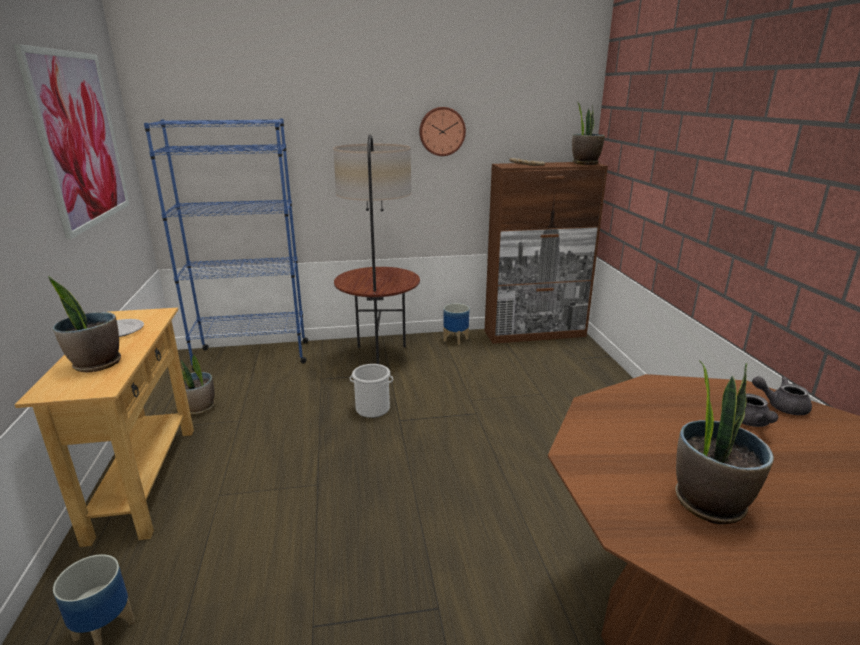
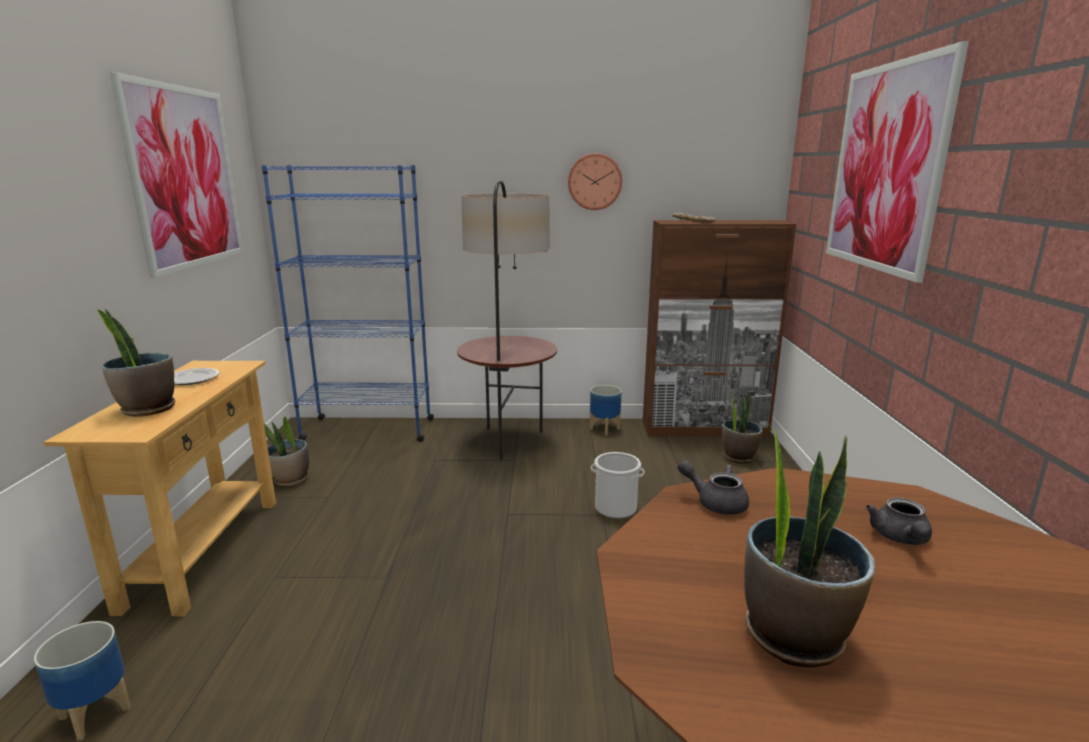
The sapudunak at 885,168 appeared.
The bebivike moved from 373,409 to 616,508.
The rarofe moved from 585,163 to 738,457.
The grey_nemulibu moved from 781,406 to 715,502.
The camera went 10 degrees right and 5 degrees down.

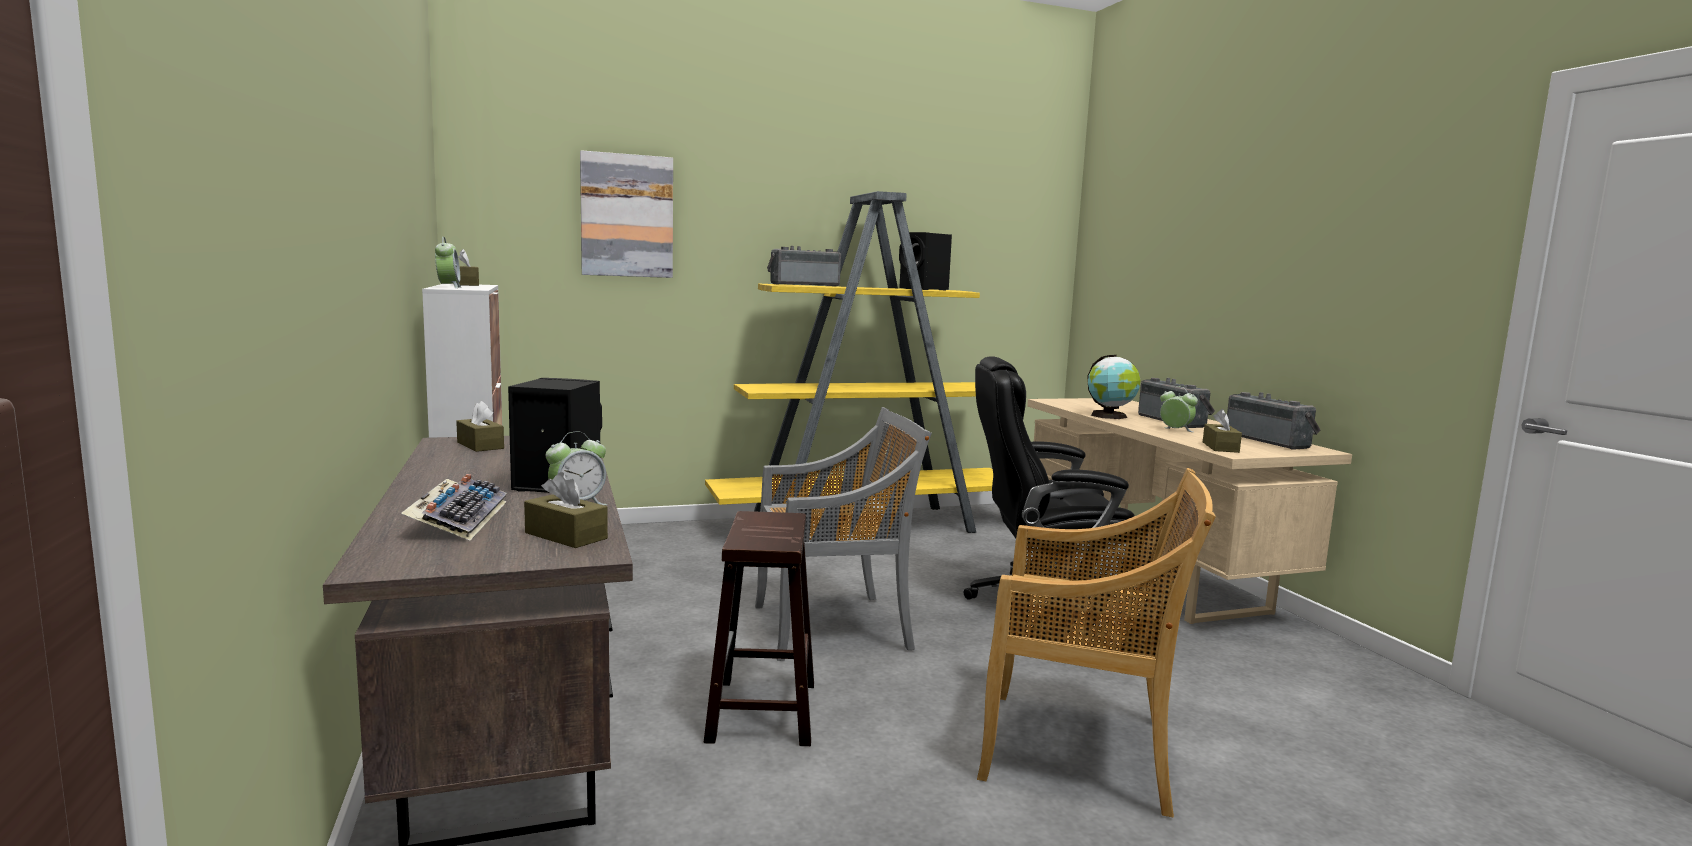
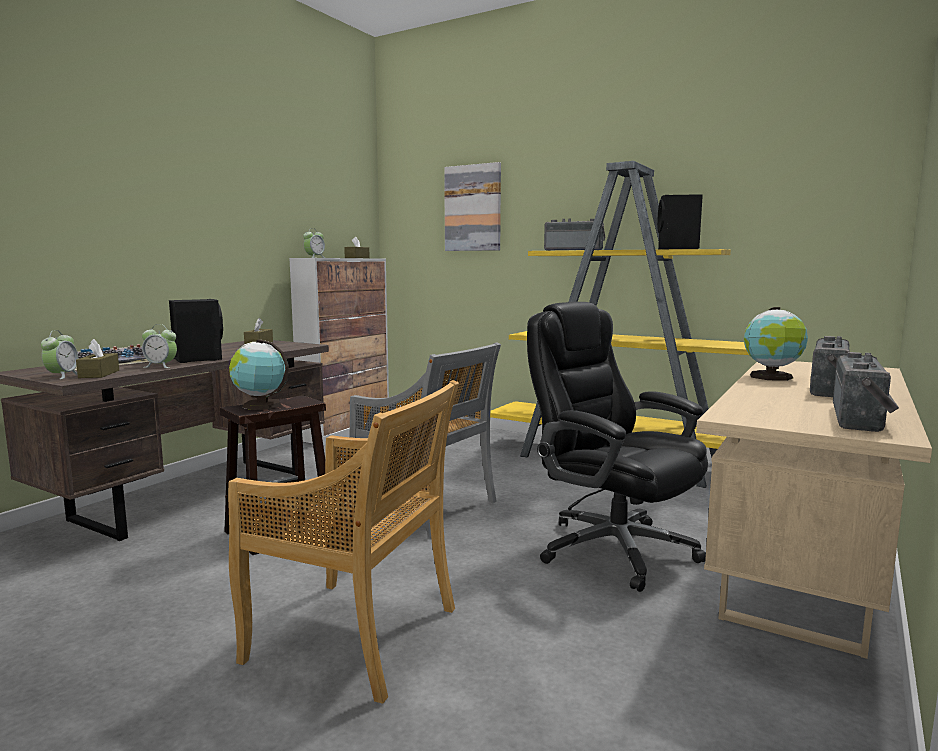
The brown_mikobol at 1220,447 disappeared.
The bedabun at 260,405 appeared.
The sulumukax moved from 1175,430 to 62,376.
The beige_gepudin at 1080,750 turned 45 degrees counterclockwise.
The camera went 50 degrees right and 0 degrees up.

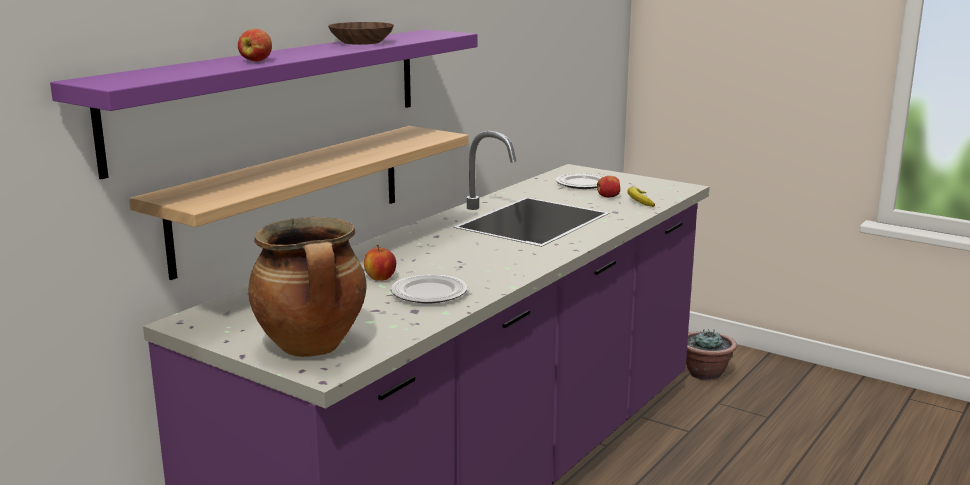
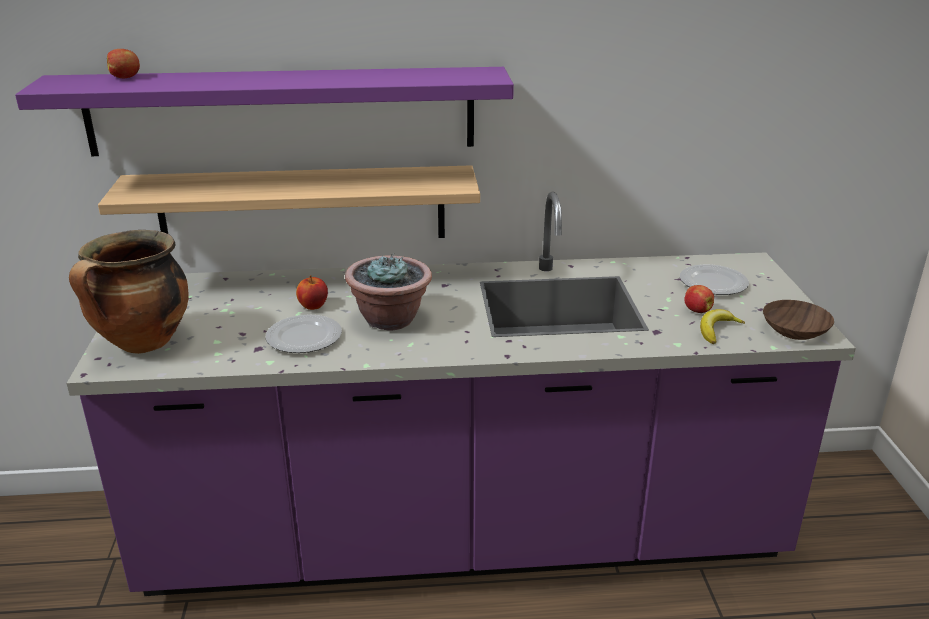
The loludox moved from 256,61 to 125,77.
The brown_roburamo moved from 362,43 to 794,331.
The rarofe moved from 704,373 to 390,319.
The camera went 50 degrees right and 10 degrees up.

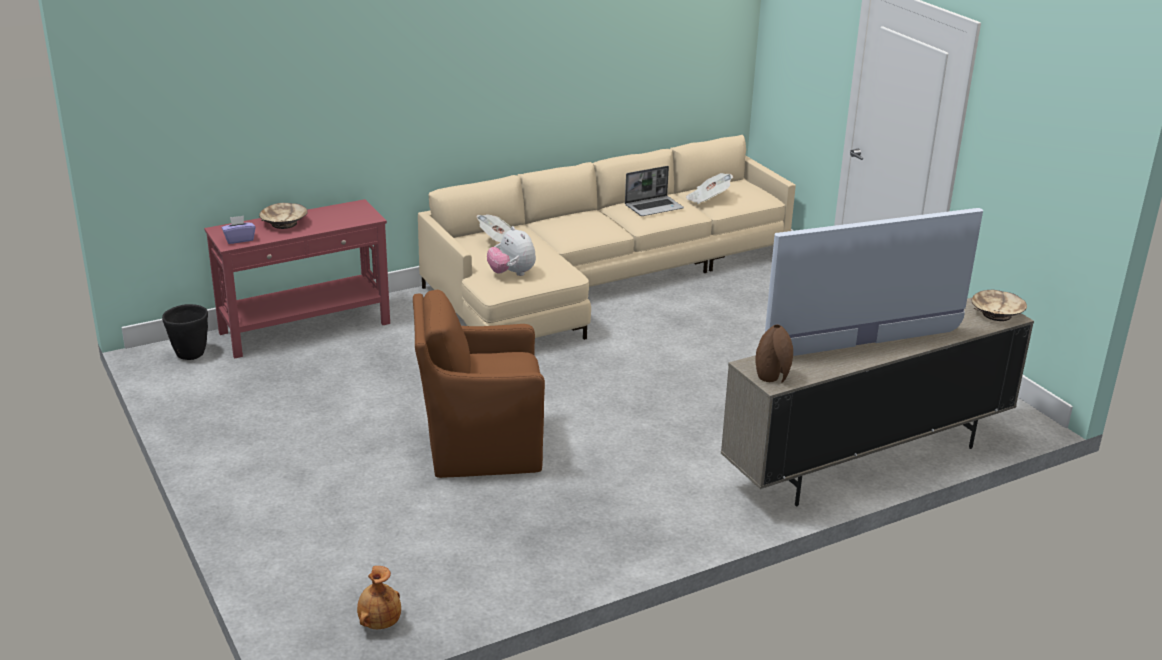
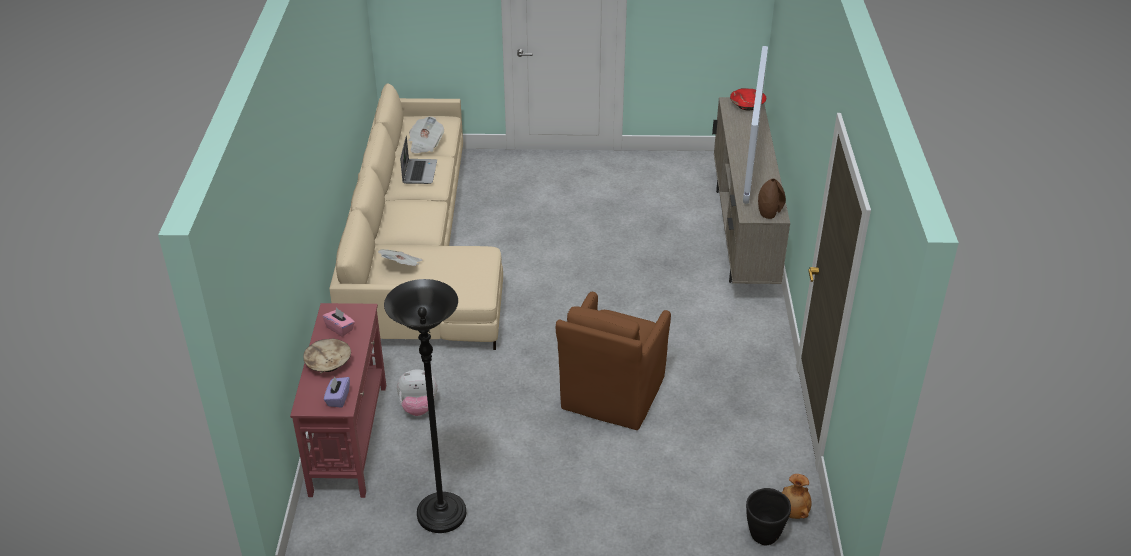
The pink_mikobol at 340,328 appeared.
The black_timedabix at 442,515 appeared.
The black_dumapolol moved from 190,354 to 763,536.
The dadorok moved from 512,273 to 418,407.
The beige_roburamo at 996,314 became the red_roburamo at 747,105.
The camera went 60 degrees left and 10 degrees up.

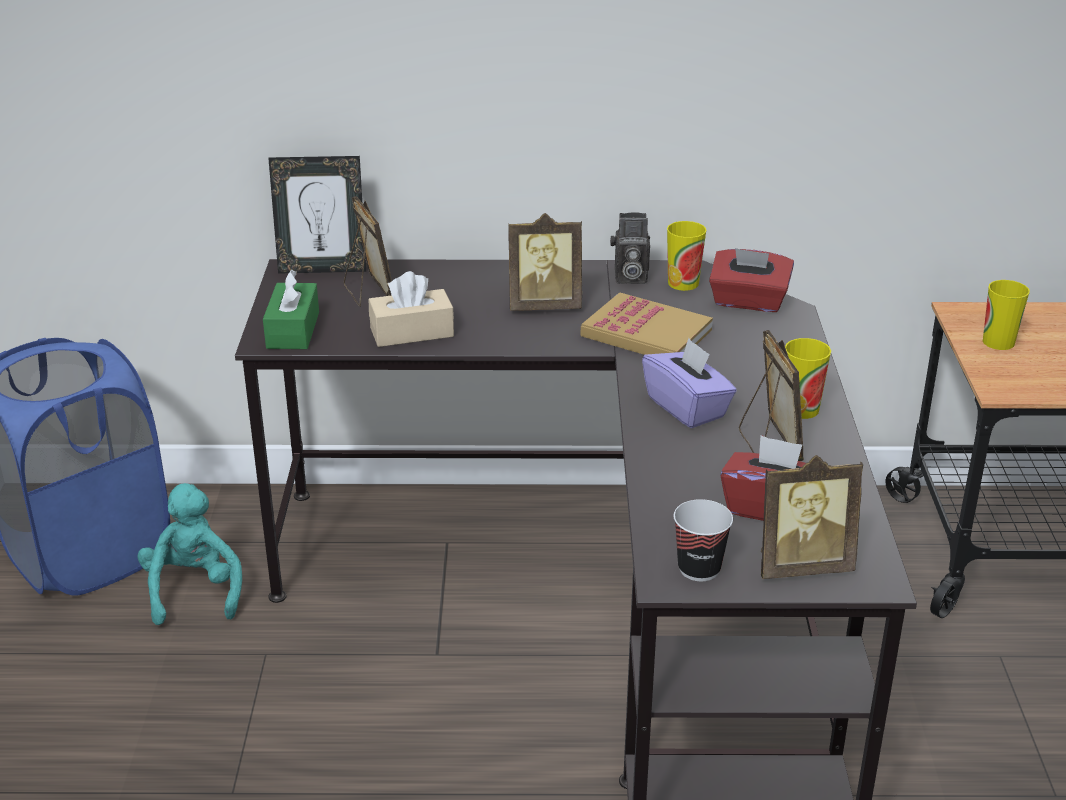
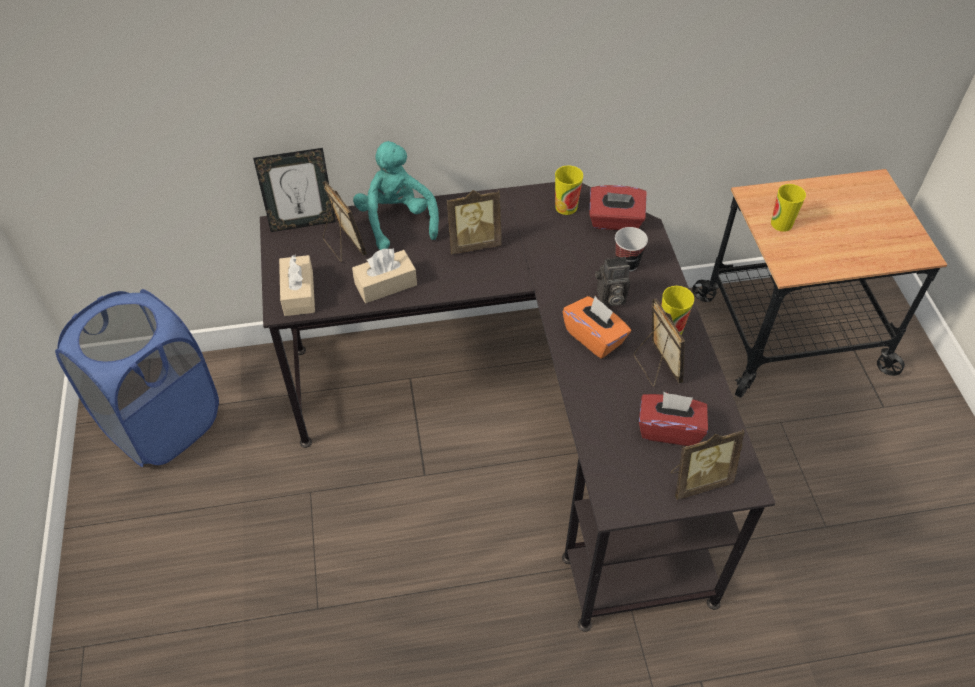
The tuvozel at 646,333 disappeared.
The turquoise_dadorok moved from 194,591 to 397,221.
The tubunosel moved from 628,278 to 609,298.
The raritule moved from 699,569 to 627,263.
The green_mikobol at 293,330 became the beige_mikobol at 299,293.
The purple_mikobol at 687,407 became the orange_mikobol at 594,337.
The camera went 10 degrees left and 20 degrees up.

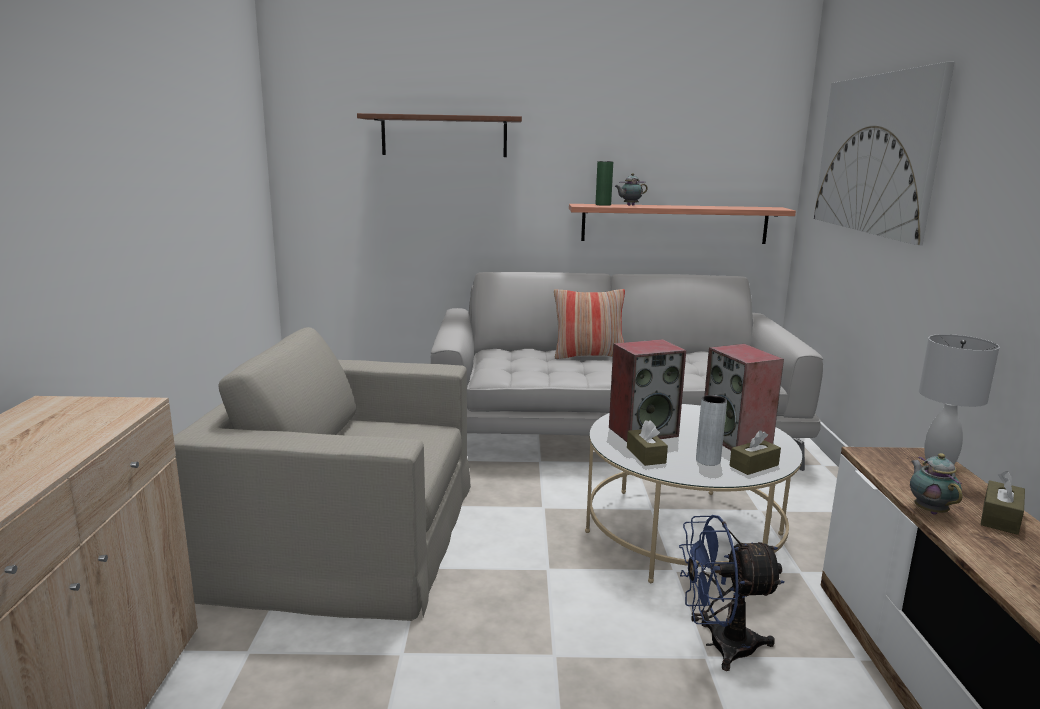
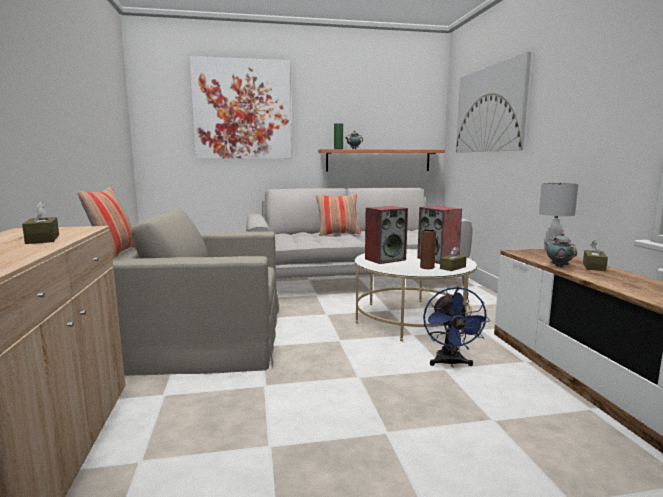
The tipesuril at 114,253 appeared.
The brown_mikobol moved from 646,455 to 43,239.
The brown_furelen at 444,136 was replaced by the sapudunak at 242,110.
The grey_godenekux at 708,461 became the brown_godenekux at 427,267.
The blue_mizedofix at 719,645 turned 75 degrees counterclockwise.
The camera went 10 degrees left and 5 degrees down.

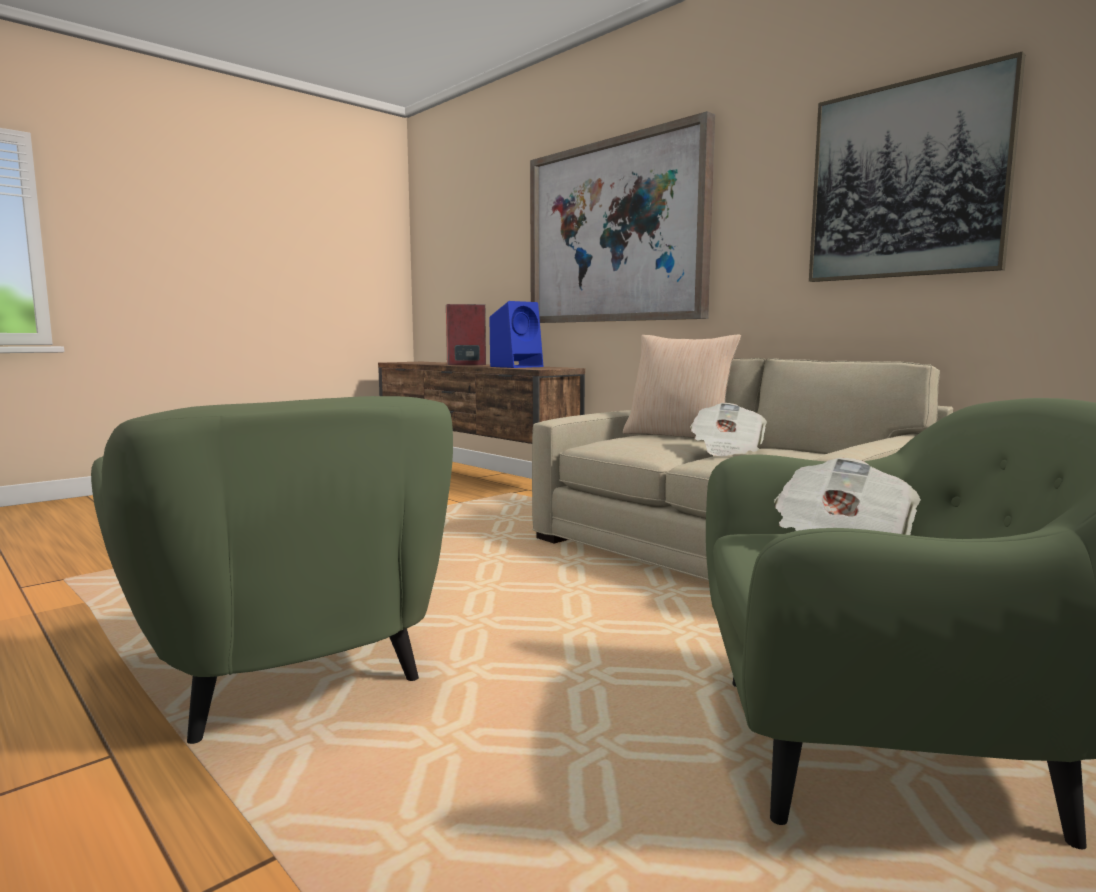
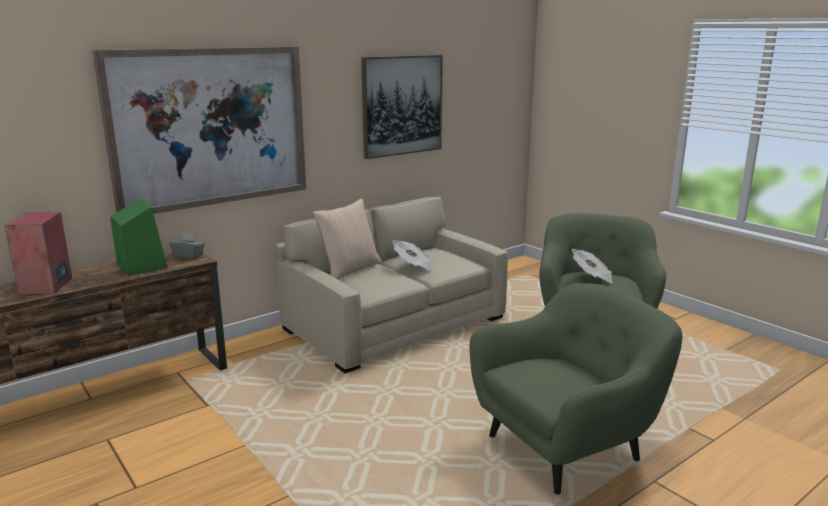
The grey_mikobol at 188,256 appeared.
The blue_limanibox at 517,366 became the green_limanibox at 141,266.
The camera went 85 degrees left and 10 degrees up.

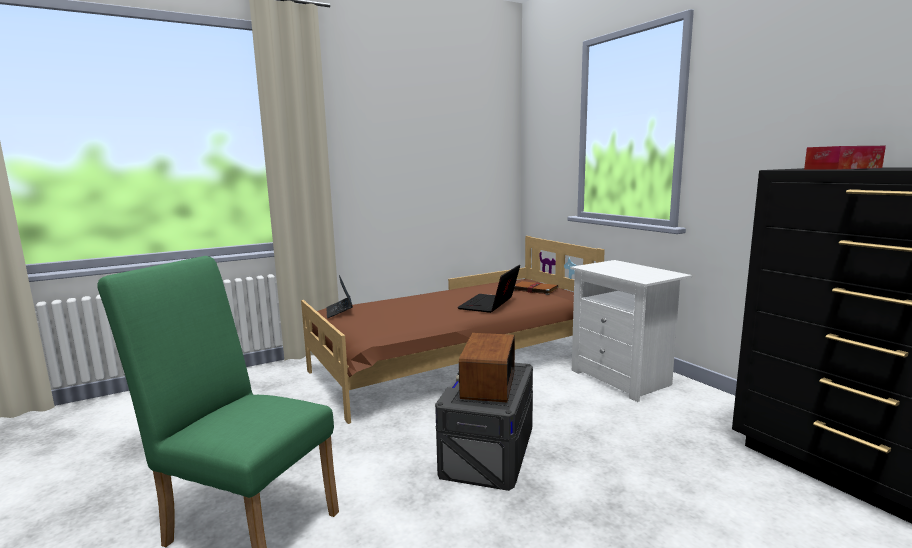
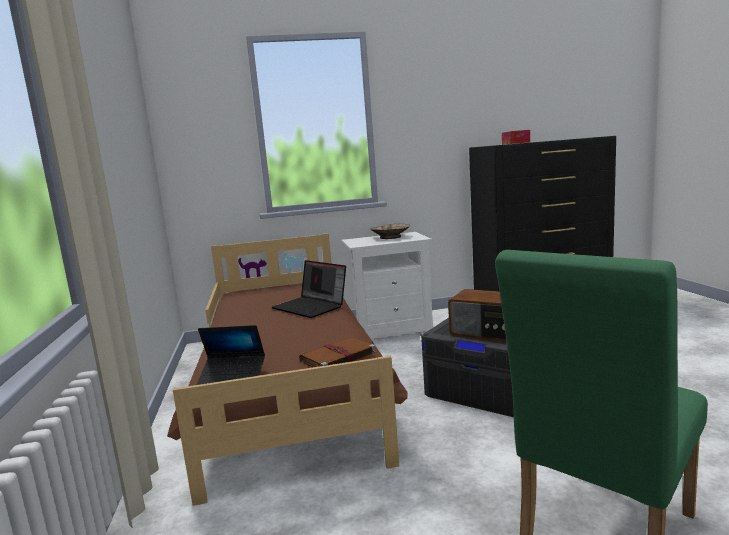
The beige_roburamo at 390,237 appeared.
The brown_tuvozel moved from 534,289 to 337,357.
The camera went 70 degrees left and 0 degrees up.

